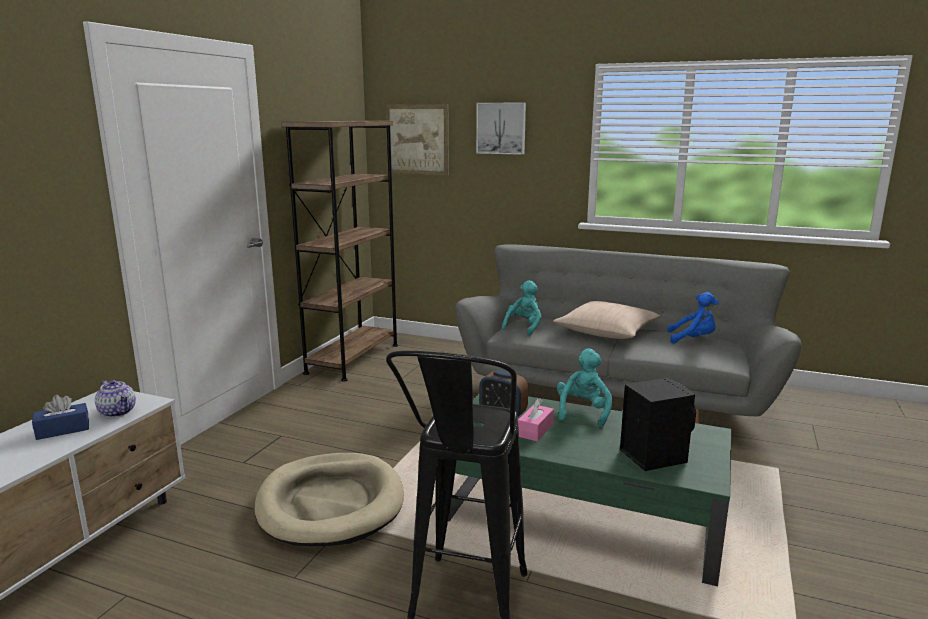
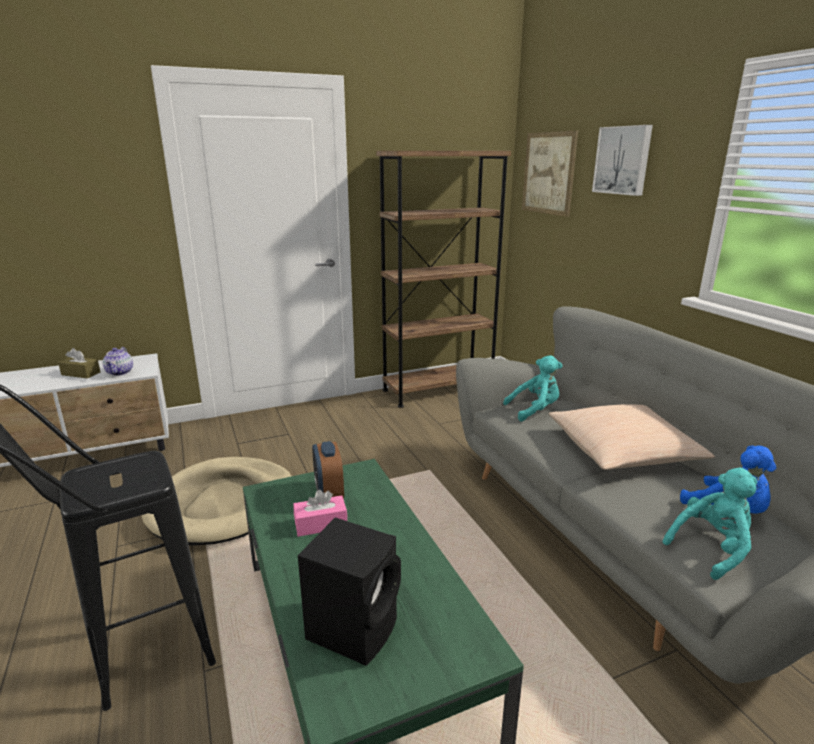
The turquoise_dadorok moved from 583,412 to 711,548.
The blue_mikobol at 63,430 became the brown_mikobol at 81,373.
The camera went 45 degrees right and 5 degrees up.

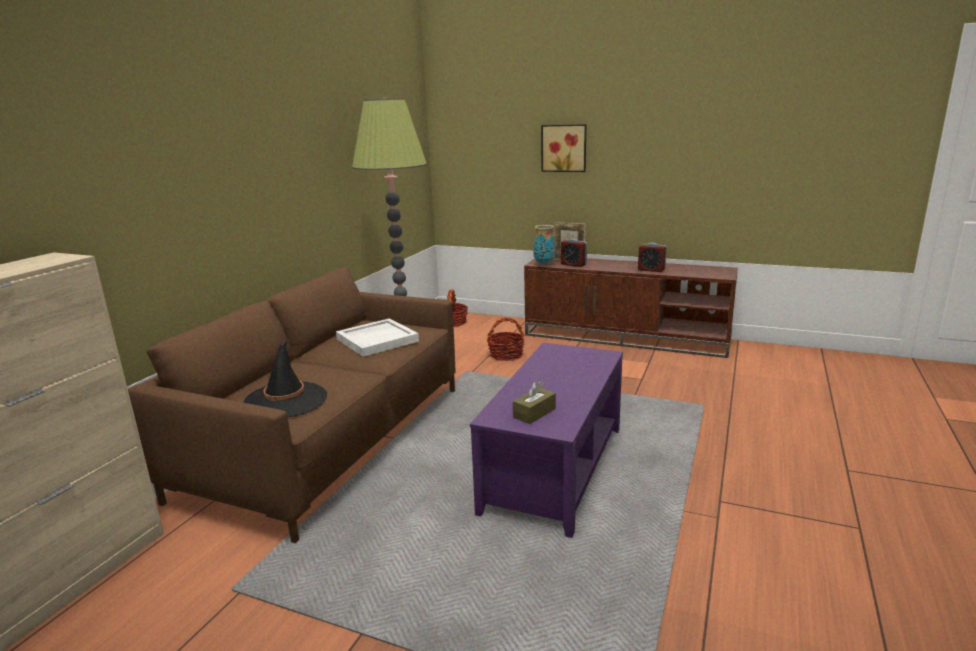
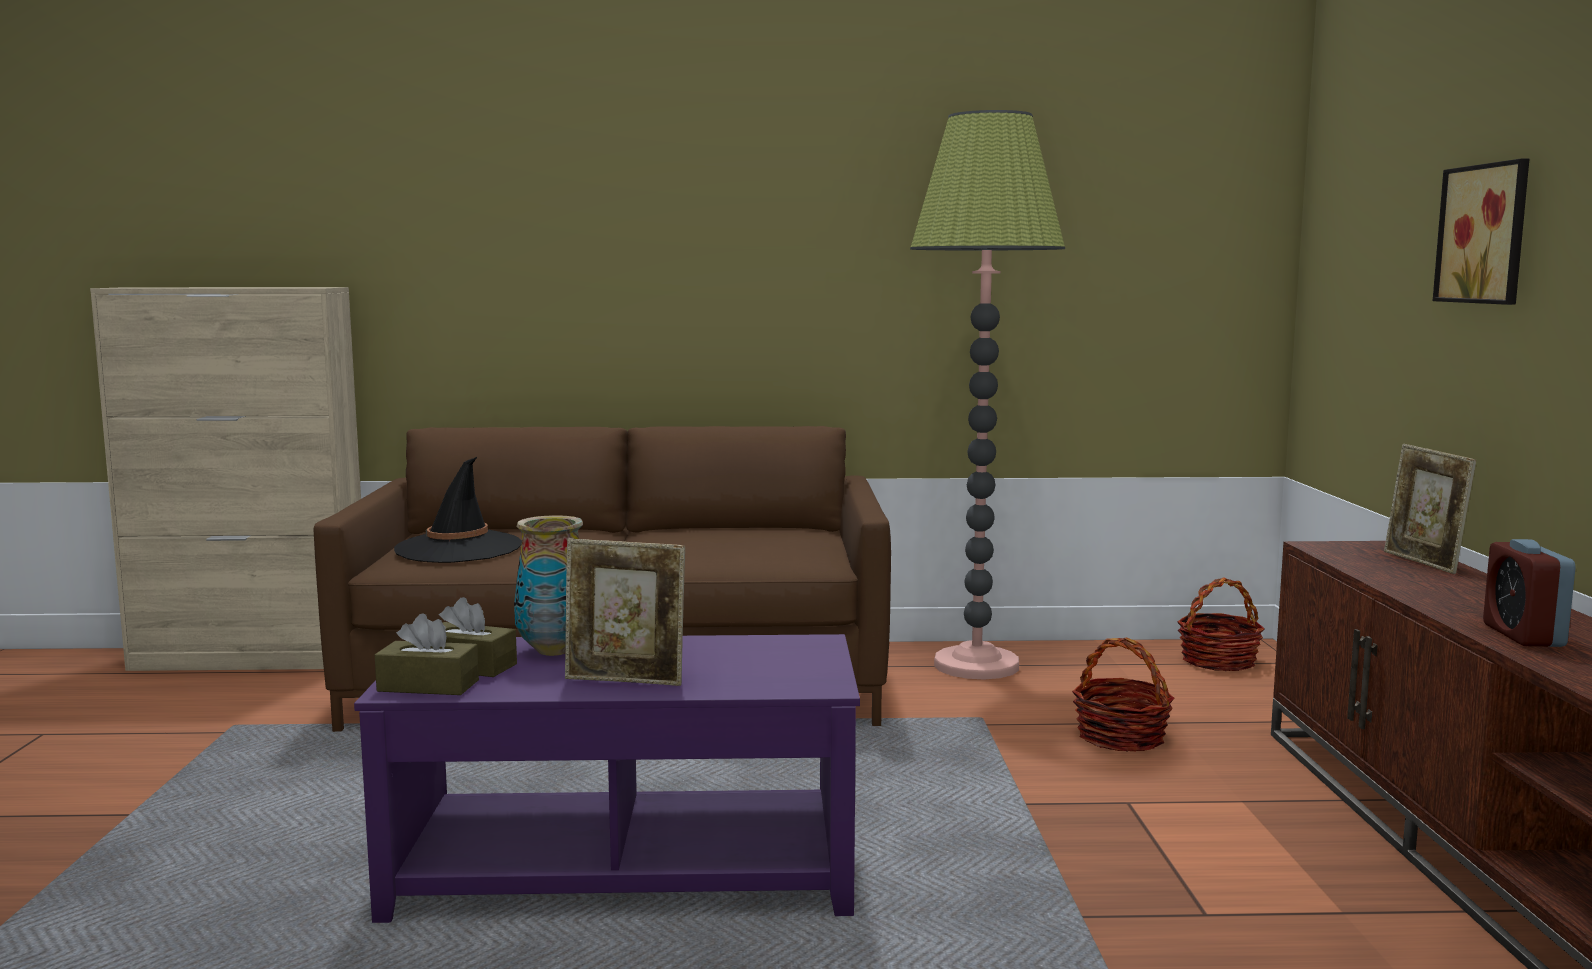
The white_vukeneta at 377,340 disappeared.
The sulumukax at 573,264 disappeared.
The brown_mikobol at 428,686 appeared.
The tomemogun at 626,680 appeared.
The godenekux moved from 544,264 to 553,650.
The camera went 65 degrees right and 10 degrees down.

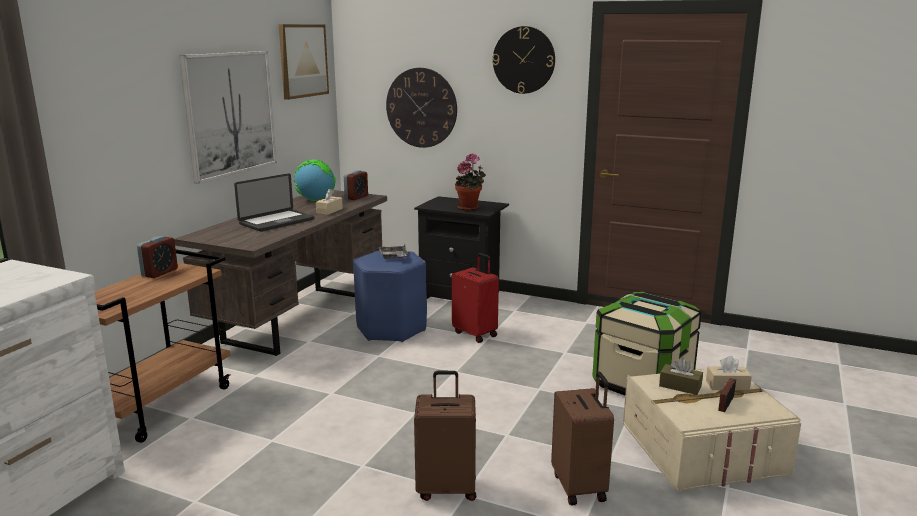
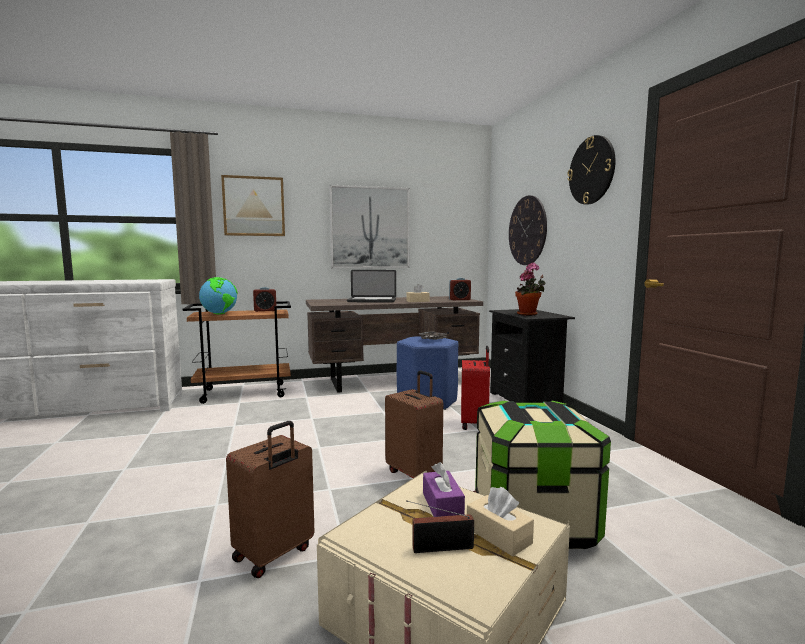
The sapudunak moved from 303,60 to 254,206.
The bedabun moved from 315,200 to 219,314.
The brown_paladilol moved from 447,488 to 415,474.
The brown_mikobol at 680,386 became the purple_mikobol at 442,505.
The camera went 50 degrees right and 10 degrees down.

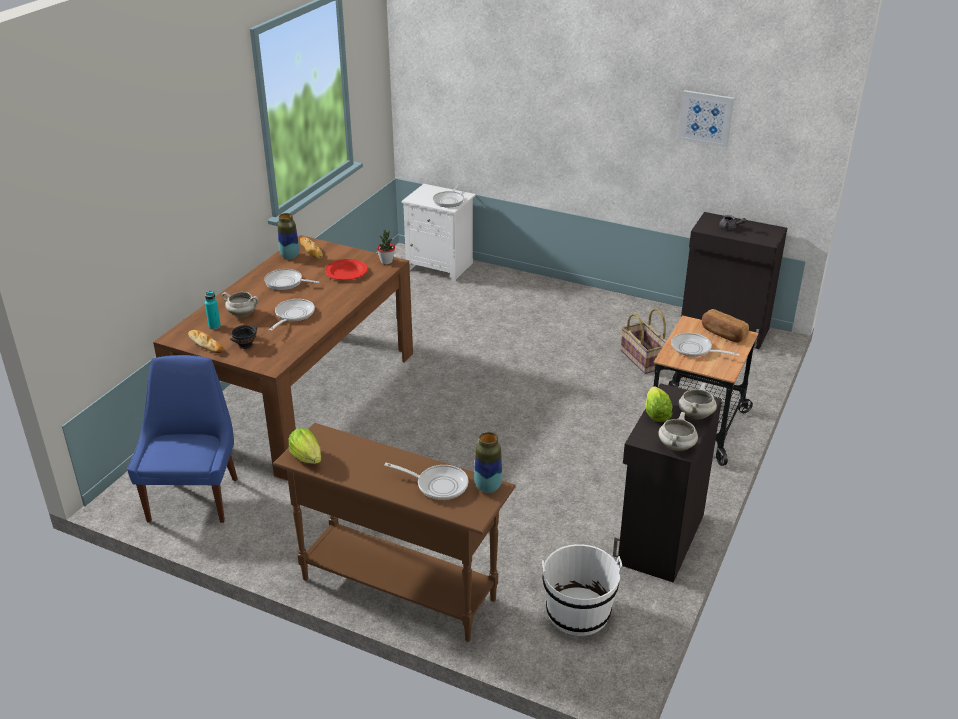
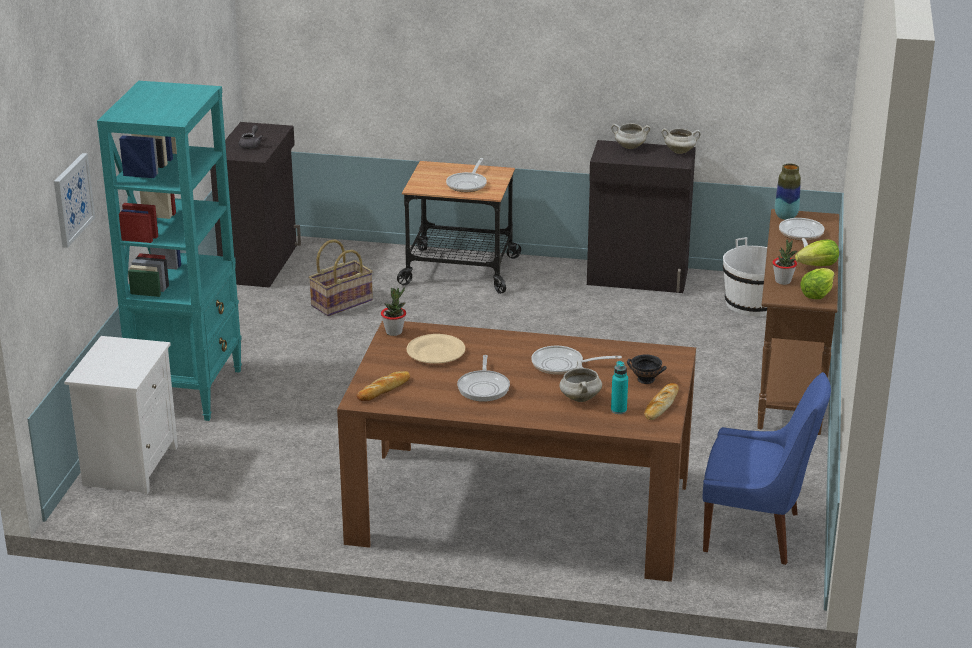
The godenekux at 290,256 disappeared.
The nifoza at 449,200 disappeared.
The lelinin at 723,334 disappeared.
The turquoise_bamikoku at 189,390 appeared.
The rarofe at 783,281 appeared.
The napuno moved from 656,414 to 818,266.
The sapudunak moved from 706,118 to 72,199.
The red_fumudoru at 346,272 became the beige_fumudoru at 436,353.
The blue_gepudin at 194,497 turned 150 degrees counterclockwise.
The camera went 105 degrees left and 5 degrees down.

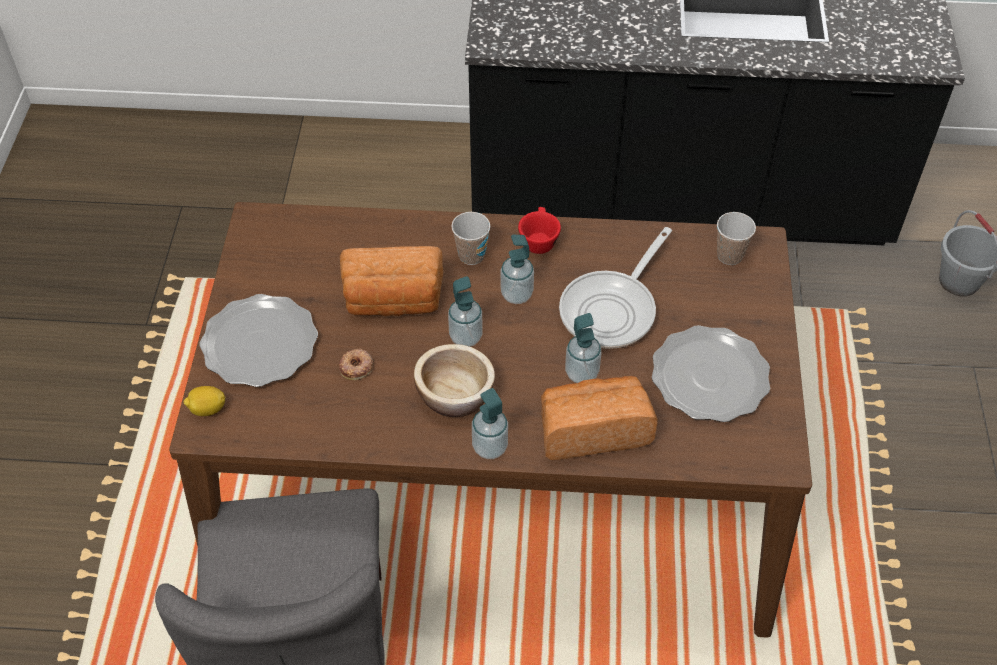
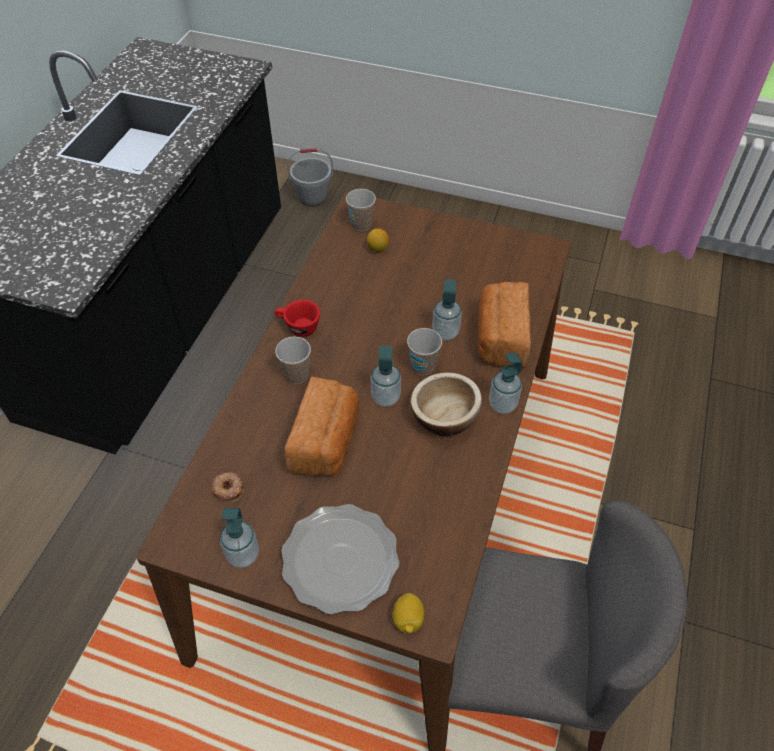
The nifoza at 612,309 disappeared.
The fumudoru at 709,378 disappeared.
The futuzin at 378,248 appeared.
The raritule at 423,366 appeared.
The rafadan moved from 356,367 to 228,488.
The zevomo moved from 516,294 to 243,555.
The camera went 75 degrees left and 0 degrees up.

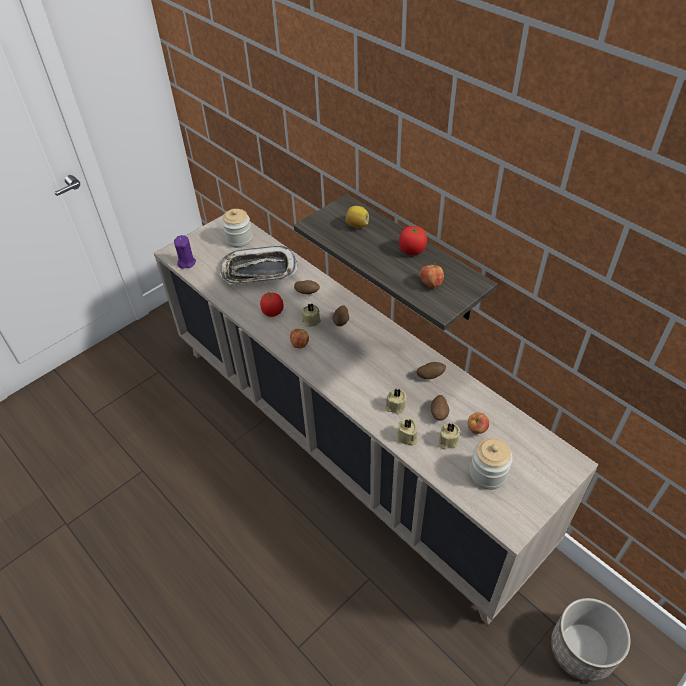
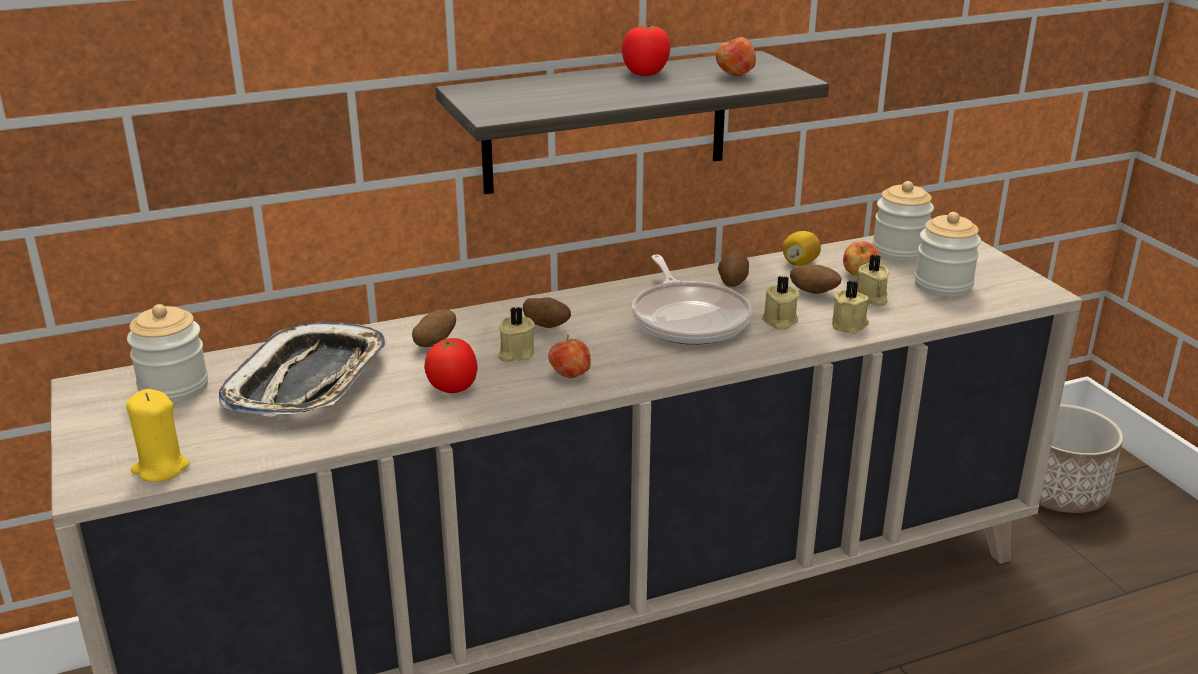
The nifoza at 689,319 appeared.
The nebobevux at 899,251 appeared.
The futuzin moved from 357,225 to 800,263.
The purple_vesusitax at 186,262 became the yellow_vesusitax at 161,468.
The camera went 70 degrees left and 20 degrees down.

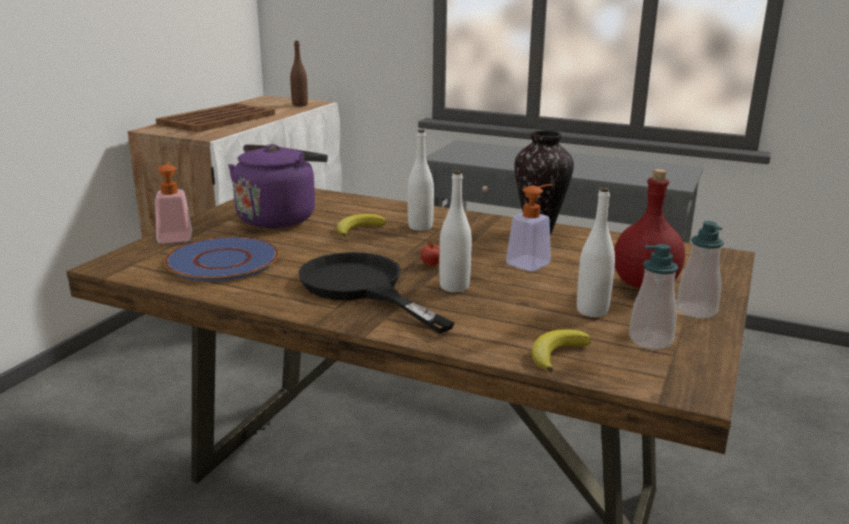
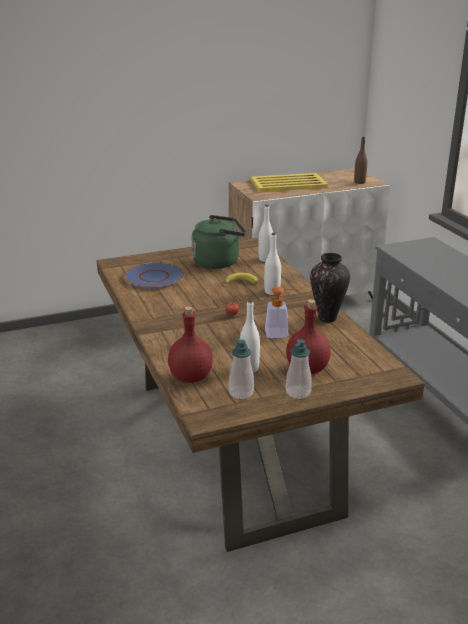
The zevomo at 175,236 disappeared.
The black_nifoza at 361,288 disappeared.
The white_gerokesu moved from 454,287 to 265,259.
The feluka at 556,353 was replaced by the red_gerokesu at 190,377.
The brown_vukeneta at 216,119 became the yellow_vukeneta at 287,184.
The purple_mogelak at 279,218 became the green_mogelak at 219,262.
The camera went 45 degrees right and 5 degrees up.

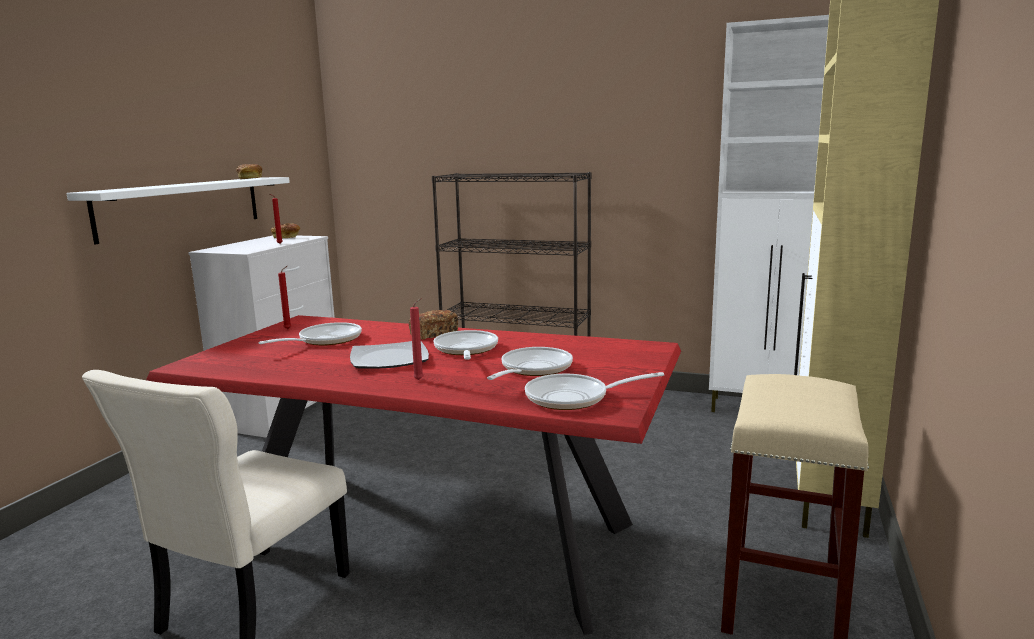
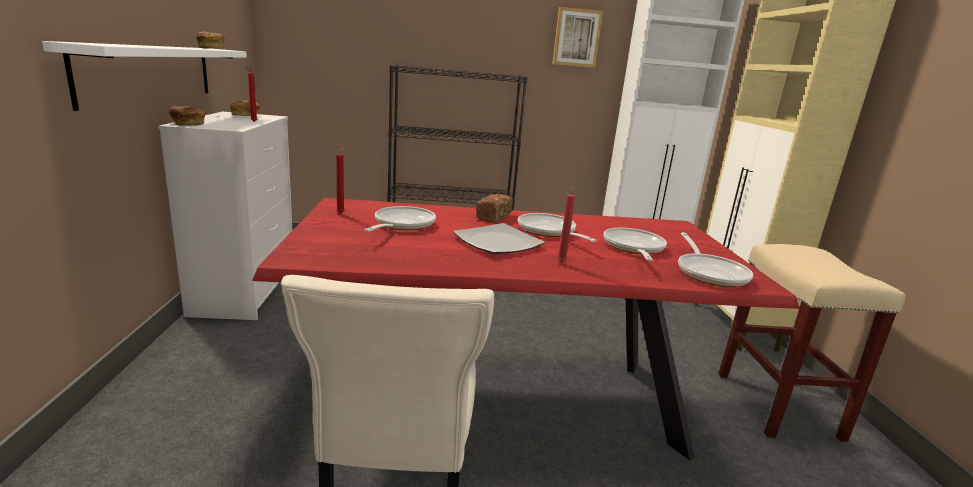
The lelinin at 187,124 appeared.
The sapudunak at 577,38 appeared.
The nifoza at 574,398 turned 60 degrees counterclockwise.
The camera went 25 degrees left and 5 degrees up.

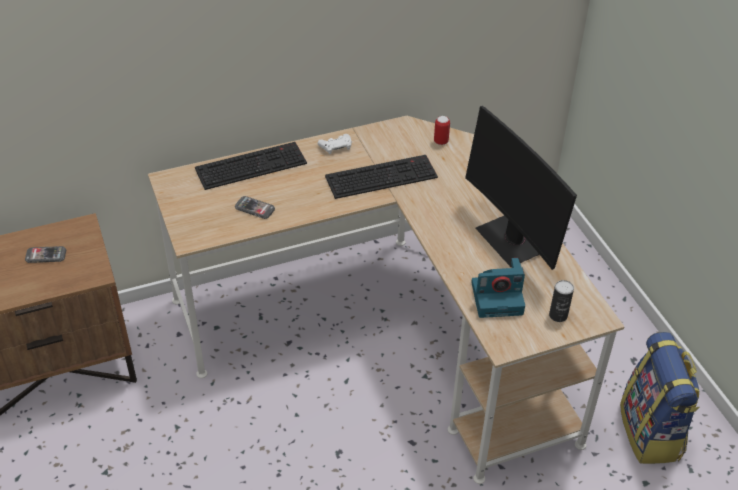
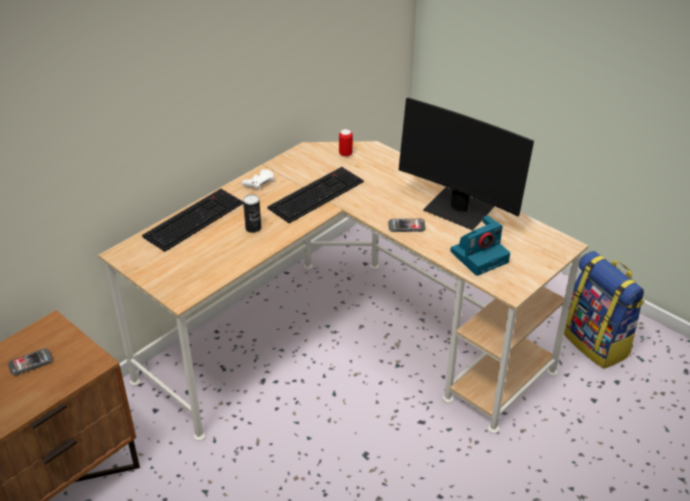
The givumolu moved from 254,208 to 406,226.
The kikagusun moved from 558,315 to 253,228.
The camera went 25 degrees left and 5 degrees down.

